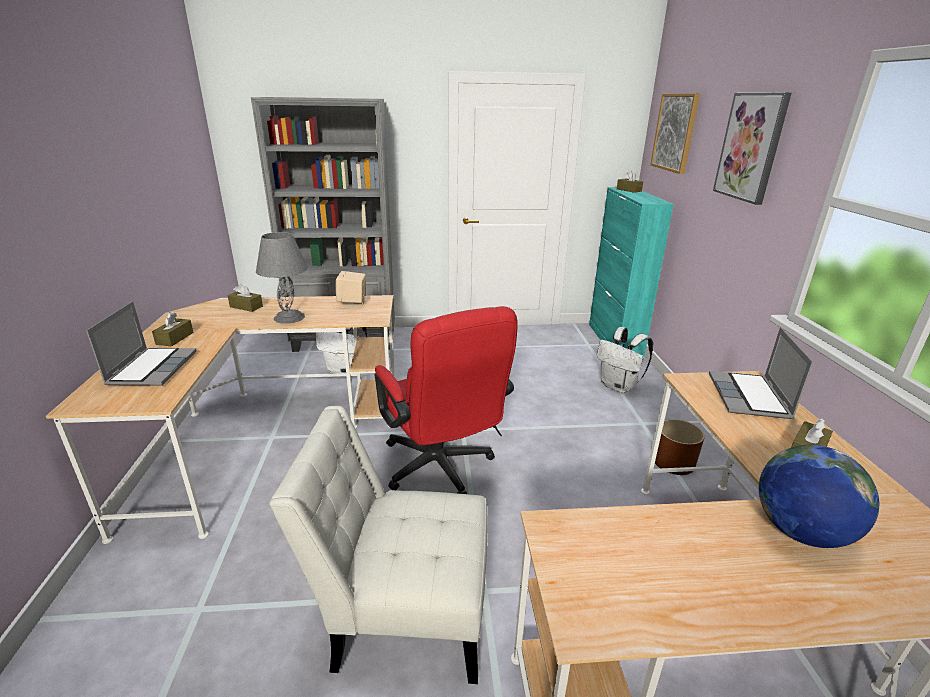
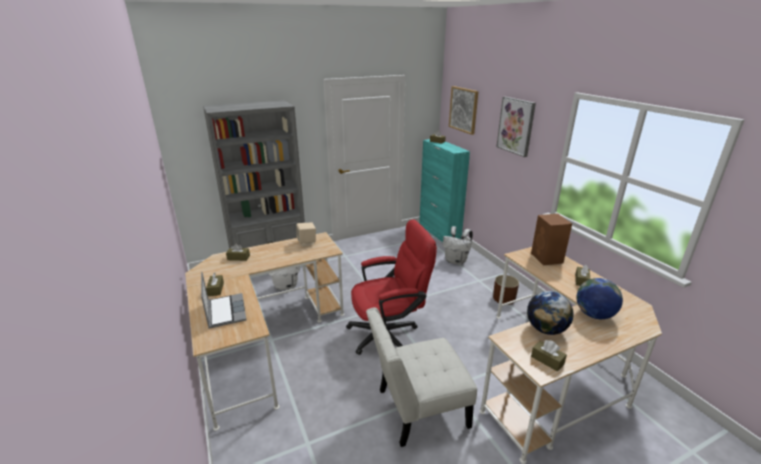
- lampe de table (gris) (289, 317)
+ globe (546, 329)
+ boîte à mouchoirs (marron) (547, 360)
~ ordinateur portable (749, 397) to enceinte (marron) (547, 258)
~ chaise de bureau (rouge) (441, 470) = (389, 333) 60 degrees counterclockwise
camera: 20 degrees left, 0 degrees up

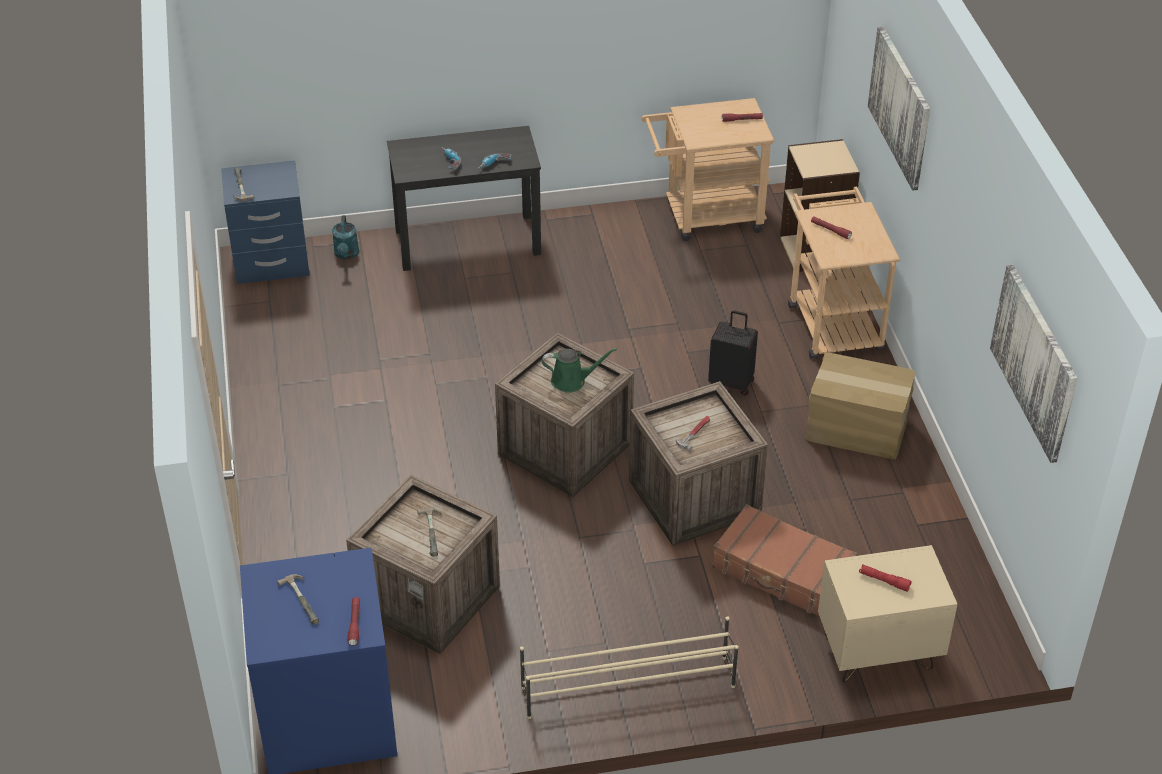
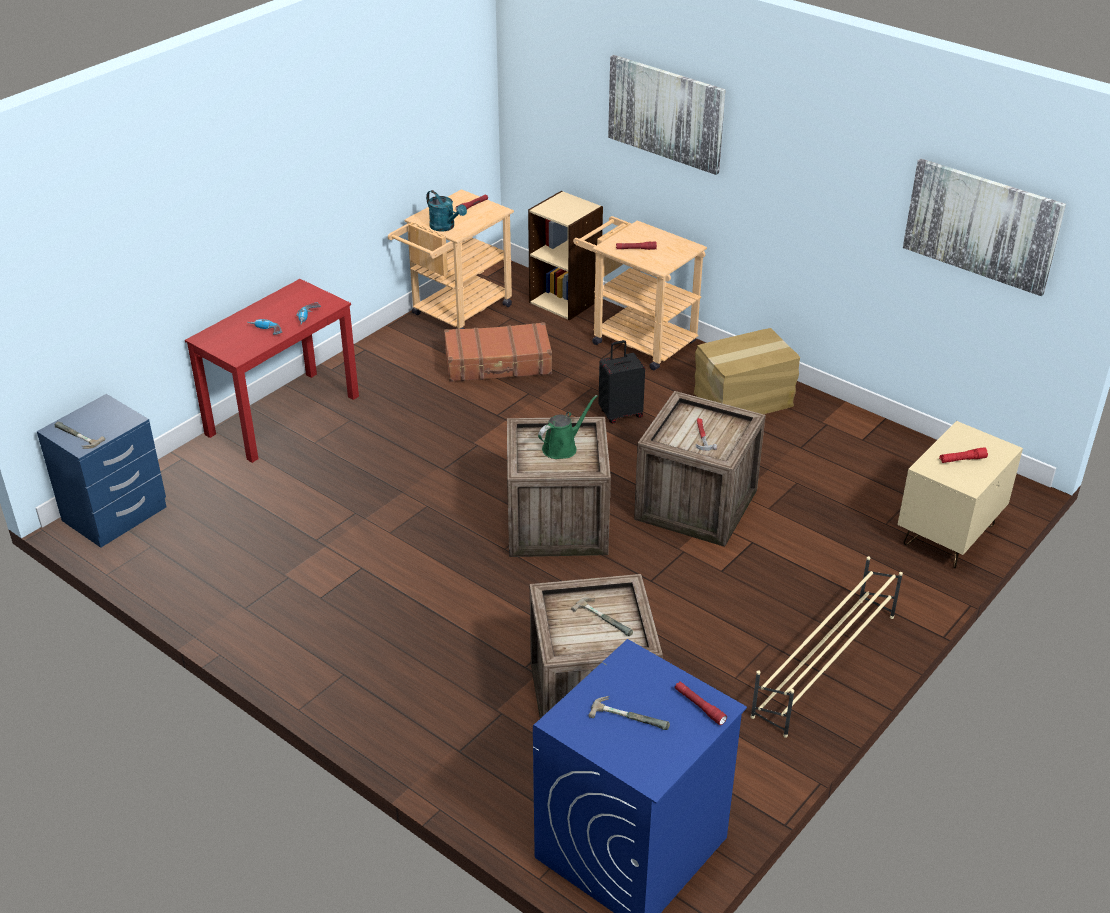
~ arrosoir (turquoise) (346, 254) to (445, 227)
~ valise (marron) (782, 572) to (498, 363)
~ bureau (noir) (468, 241) to bureau (rouge) (283, 415)
camera: 40 degrees left, 5 degrees down

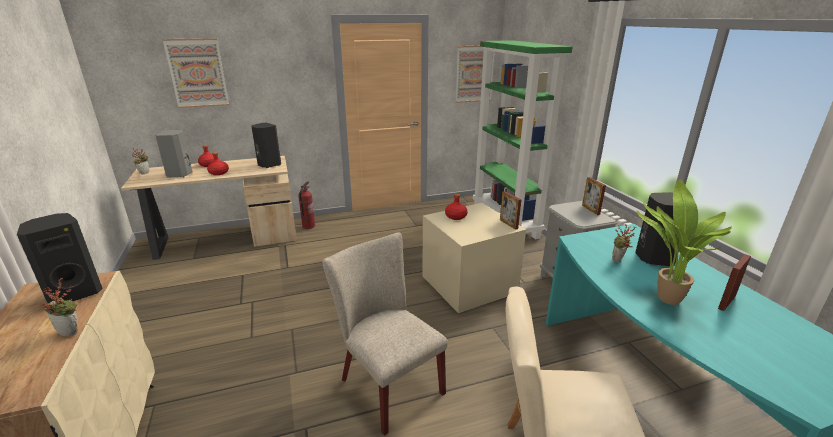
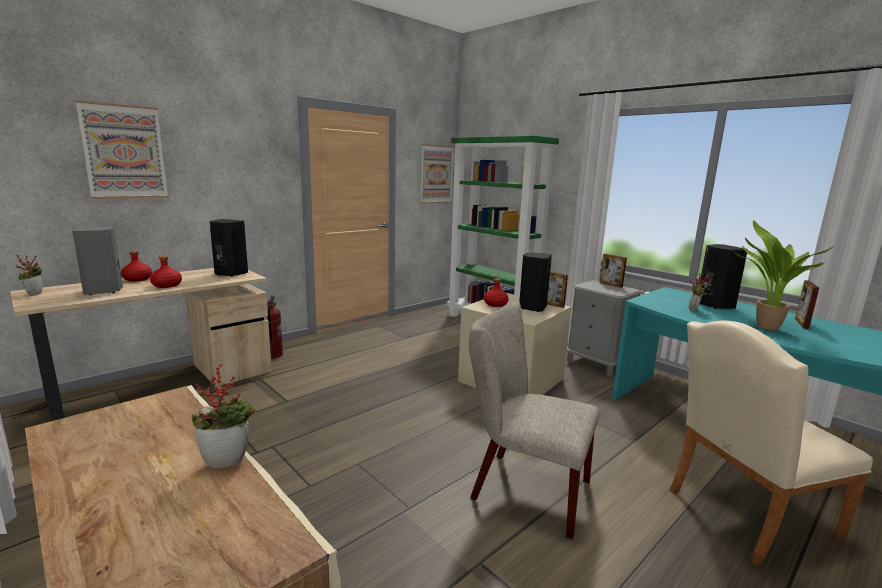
~ enceinte (noir) (75, 293) to (532, 307)
camera: 25 degrees left, 10 degrees down

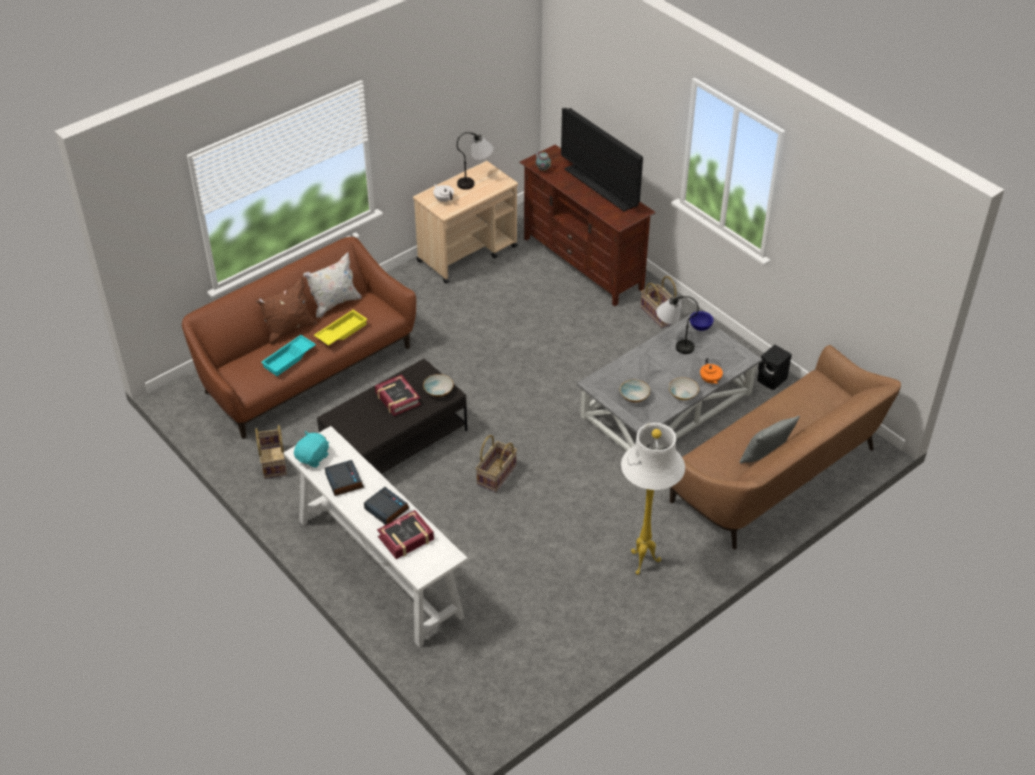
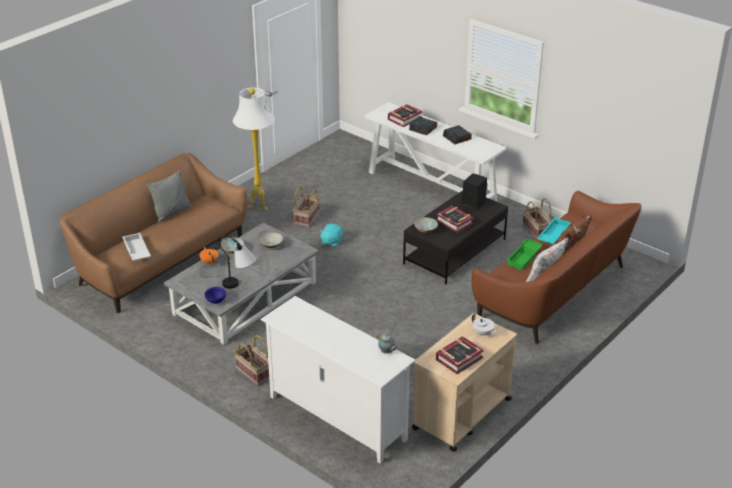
- téléviseur (600, 187)
+ plateau (blanc) (136, 251)
~ peluche (turquoise) (313, 458) to (331, 242)
~ panier (497, 475) to (306, 218)
~ enceinte (noir) (772, 380) to (473, 202)
~ lampe de table (476, 180) to livre (459, 358)
~ plateau (jaune) (341, 331) to plateau (vert) (525, 257)
~ meuble télé (marron) (583, 263) to meuble télé (blanc) (336, 418)
camera: 170 degrees right, 10 degrees down

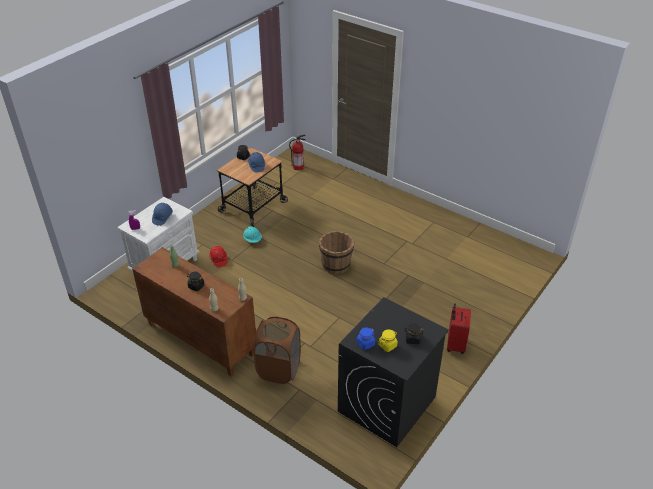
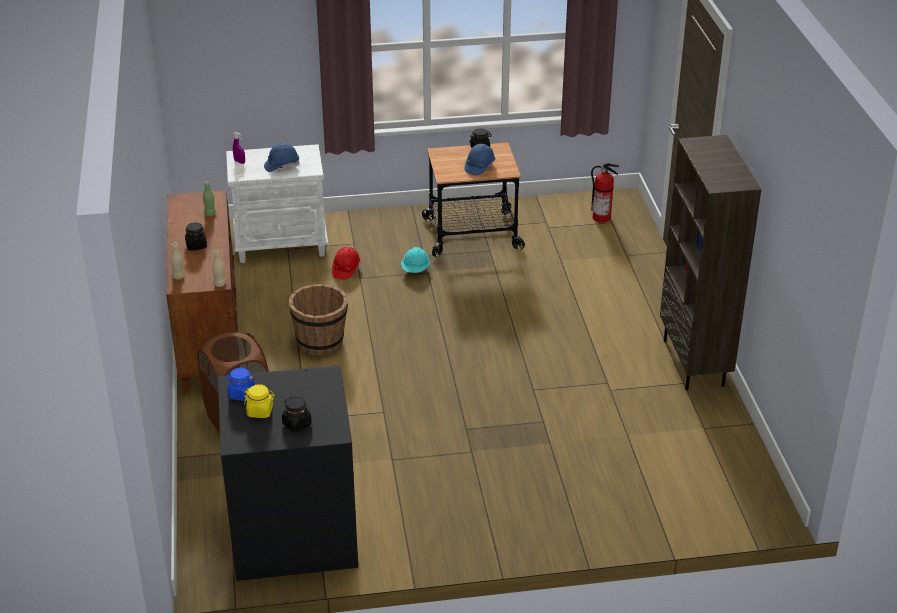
- valise (rouge) (455, 345)
+ bibliothèque (marron) (694, 363)
~ seau (marron) (336, 265) to (320, 342)
camera: 45 degrees right, 5 degrees down

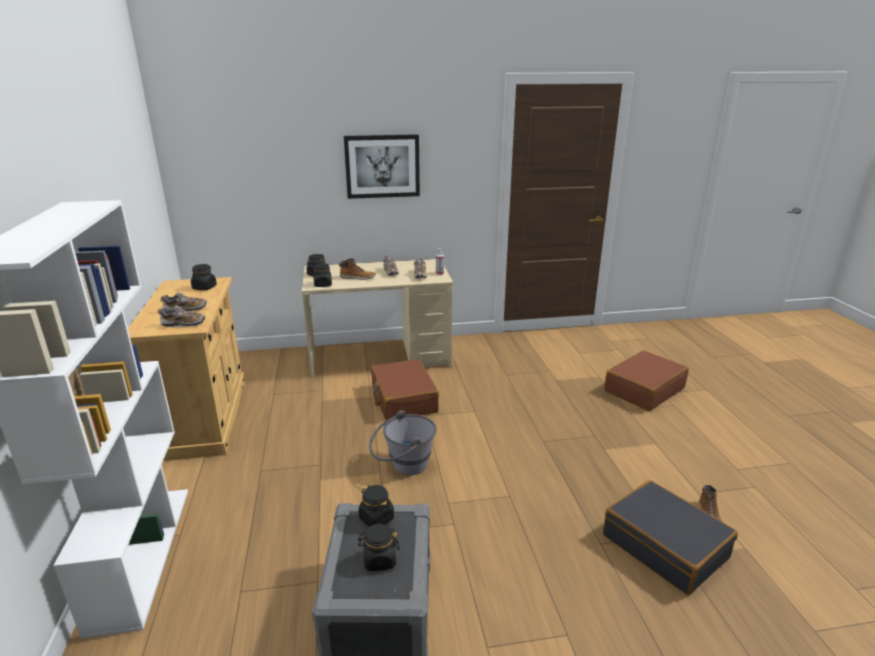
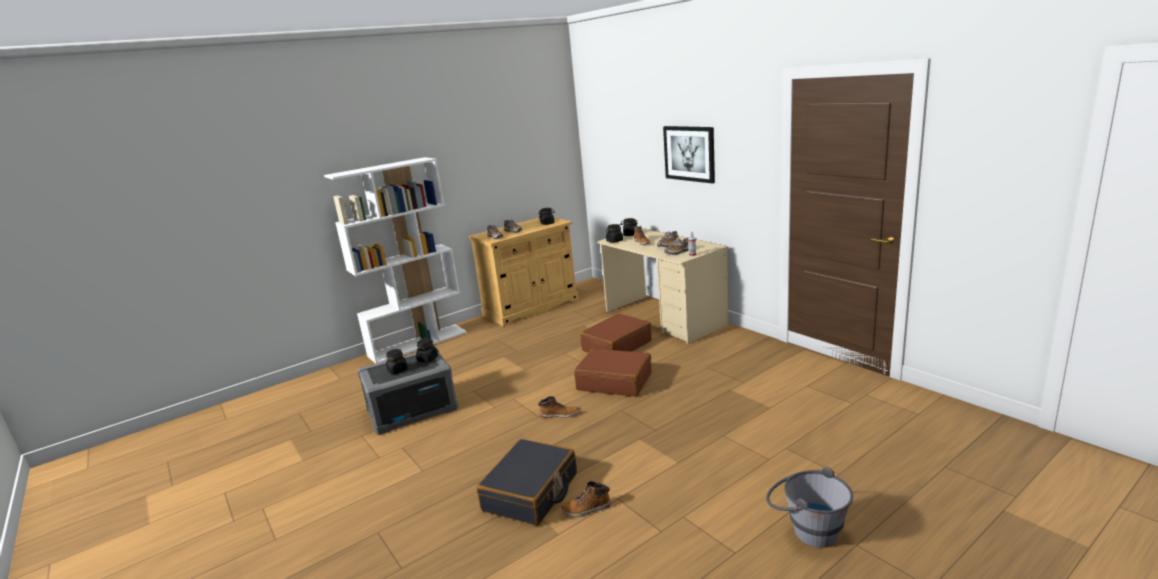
+ botte (559, 414)
~ seau (gris) (403, 466) to (806, 529)
~ valise (marron) (643, 389) to (614, 382)
camera: 65 degrees right, 5 degrees down

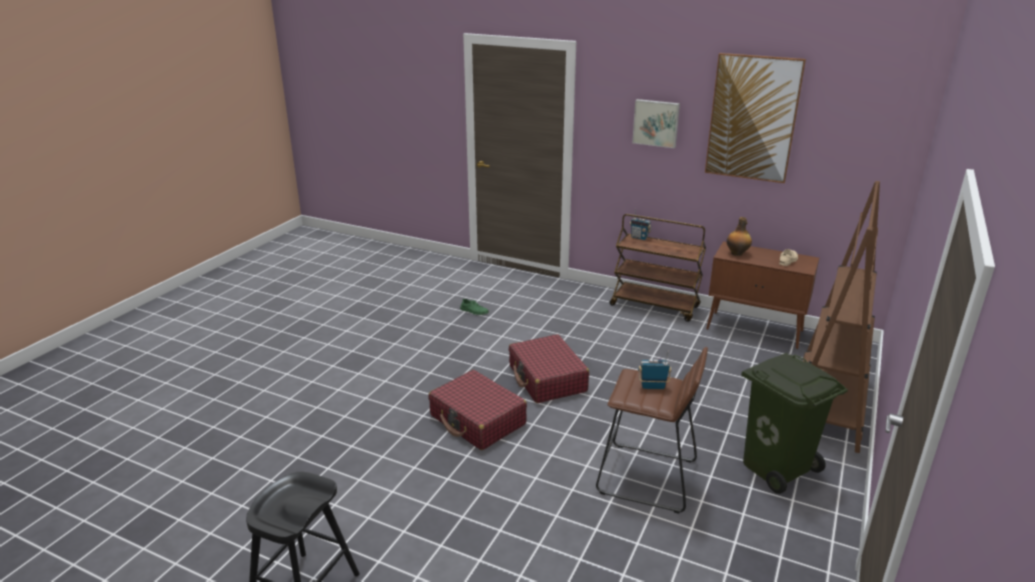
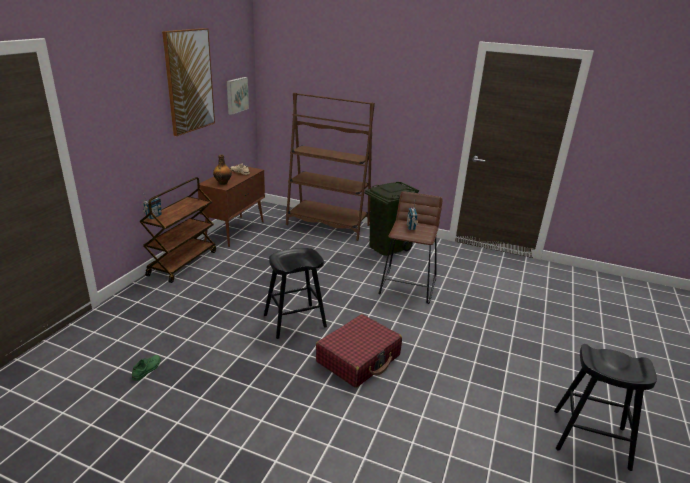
~ tableau (656, 123) to (236, 95)
~ valise (rouge) (547, 379) to tabouret (noir) (294, 321)
camera: 95 degrees left, 0 degrees up

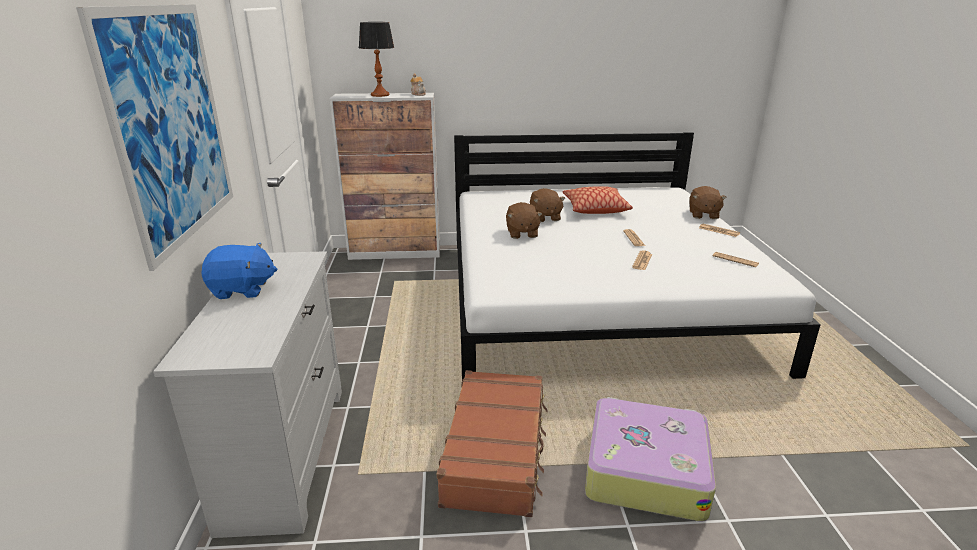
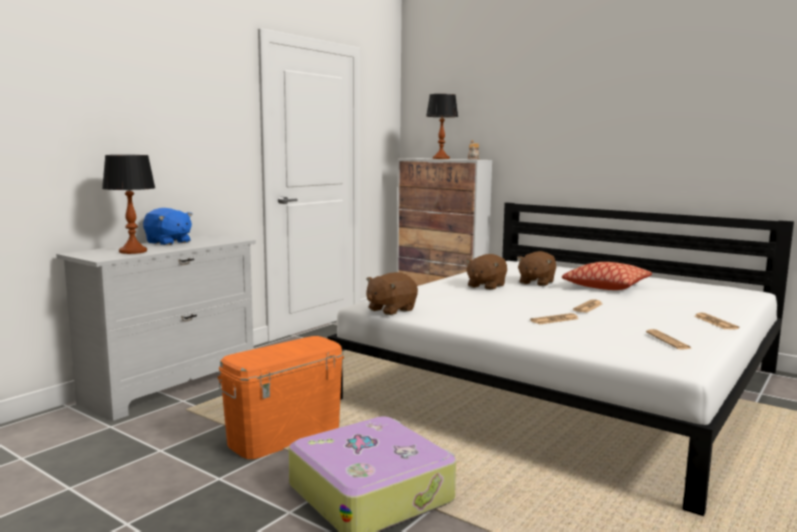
- tableau (172, 125)
+ lampe de table (133, 251)
~ peluche (marron) (703, 215) to (390, 310)
~ valise (marron) (496, 452) to boîte de rangement (orange) (285, 435)
camera: 40 degrees right, 15 degrees down

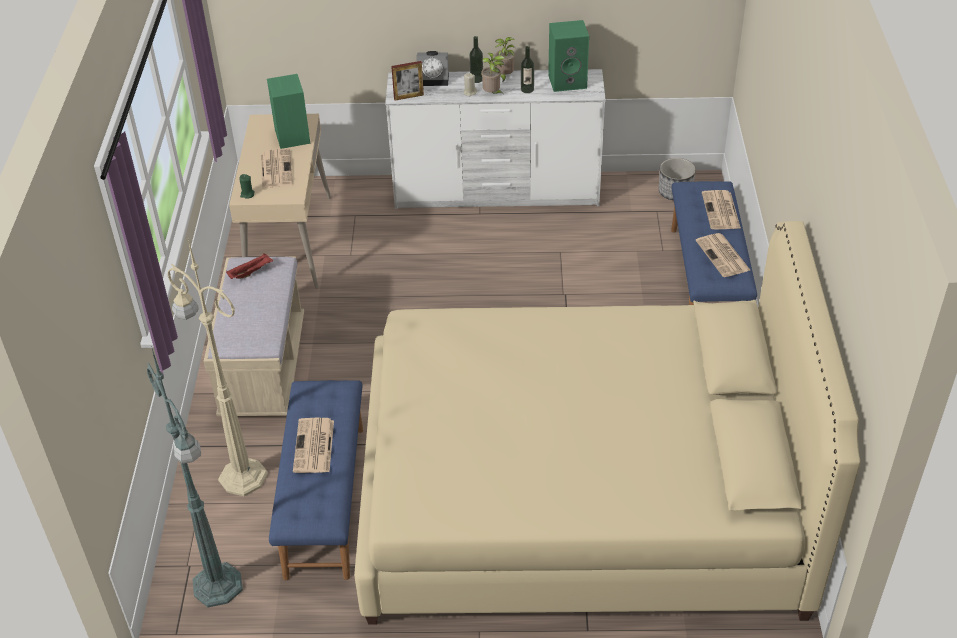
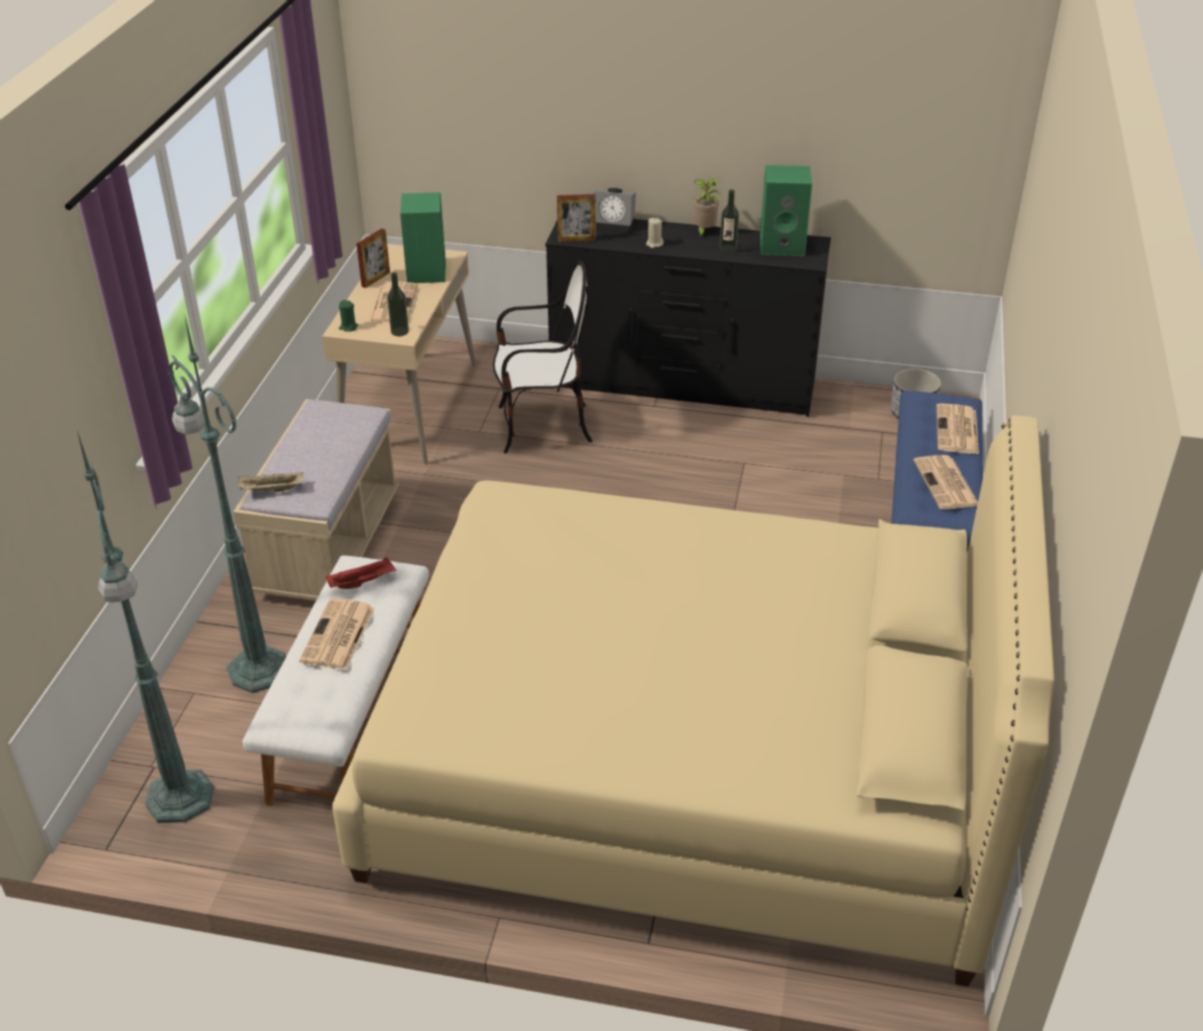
- plante en pot (492, 94)
+ plateau (beige) (271, 490)
+ cadre photo (375, 279)
+ chaise (542, 427)
~ plateau (rouge) (251, 272) to (363, 582)
~ bouteille (476, 79) to (399, 331)
~ lampadaire (beige) (241, 475) to lampadaire (vert) (257, 667)
~ banc (bleu) (326, 500) to banc (blanc) (353, 715)
~ commode (blanc) (497, 193) to commode (noir) (683, 385)
camera: 10 degrees right, 5 degrees down

